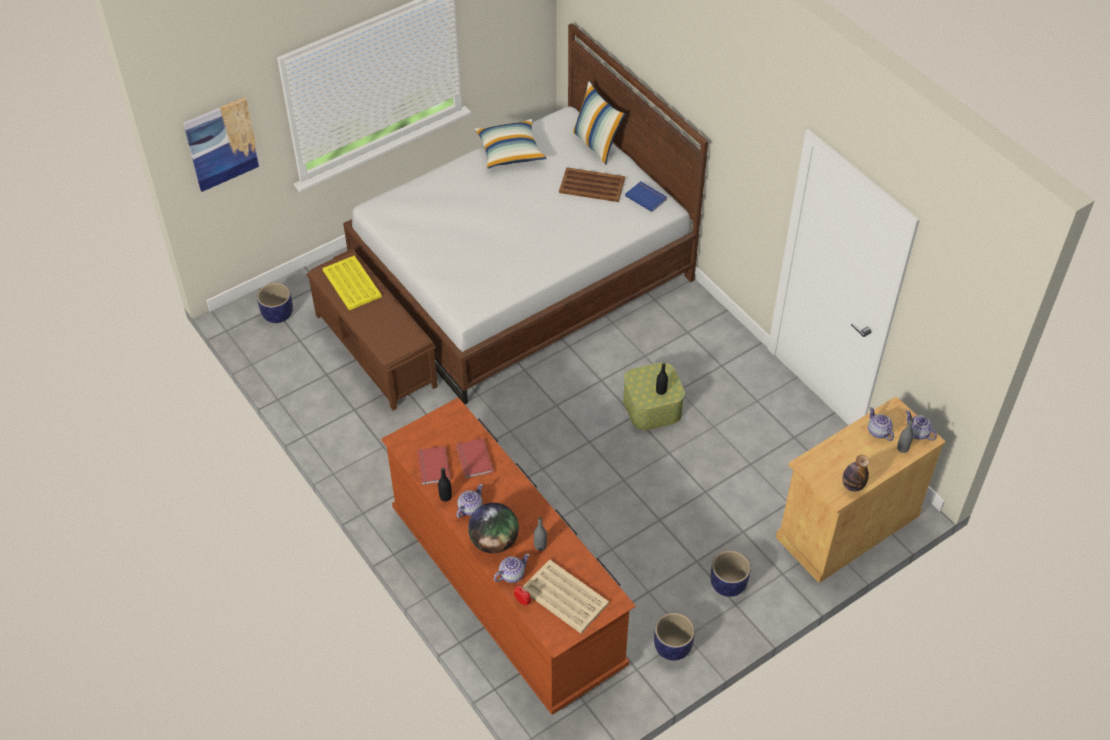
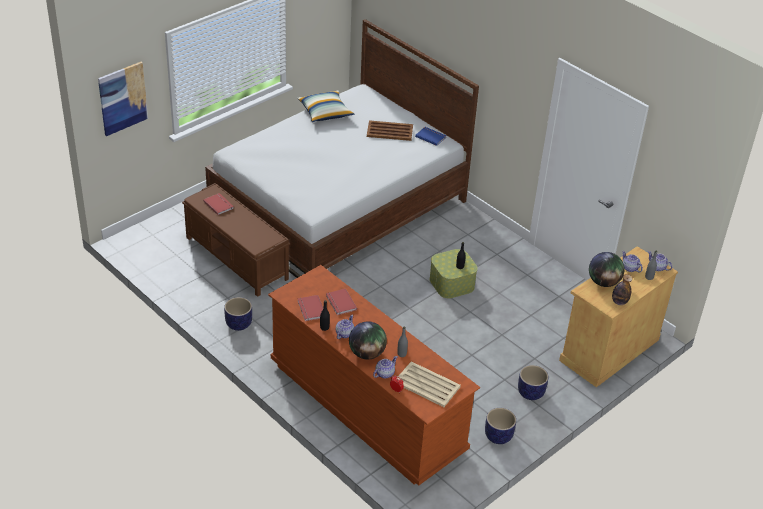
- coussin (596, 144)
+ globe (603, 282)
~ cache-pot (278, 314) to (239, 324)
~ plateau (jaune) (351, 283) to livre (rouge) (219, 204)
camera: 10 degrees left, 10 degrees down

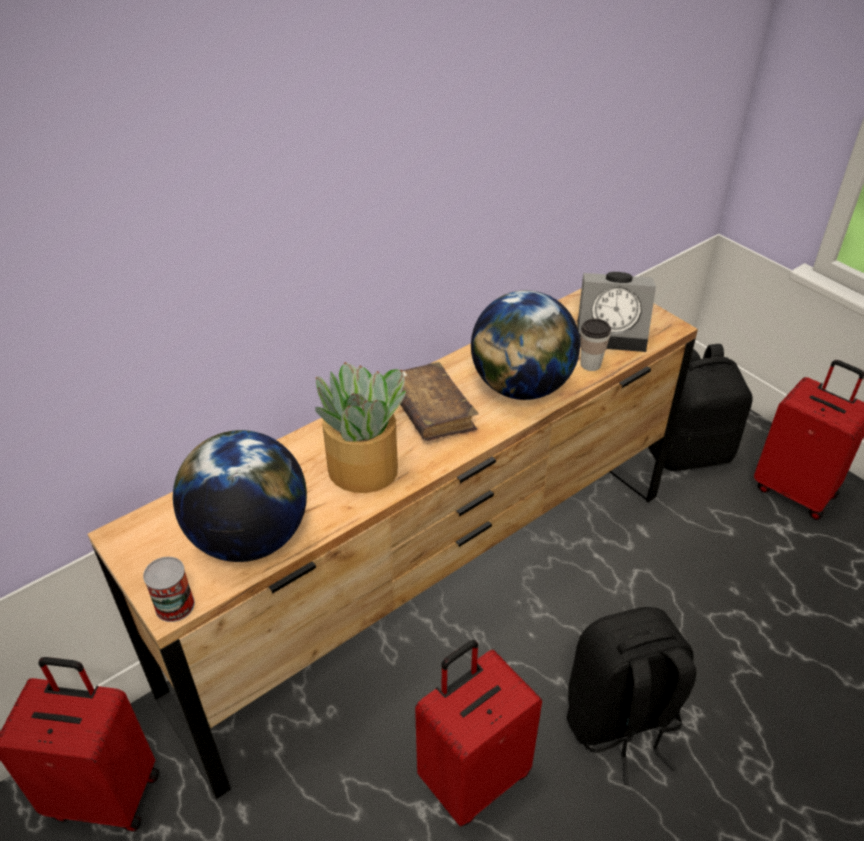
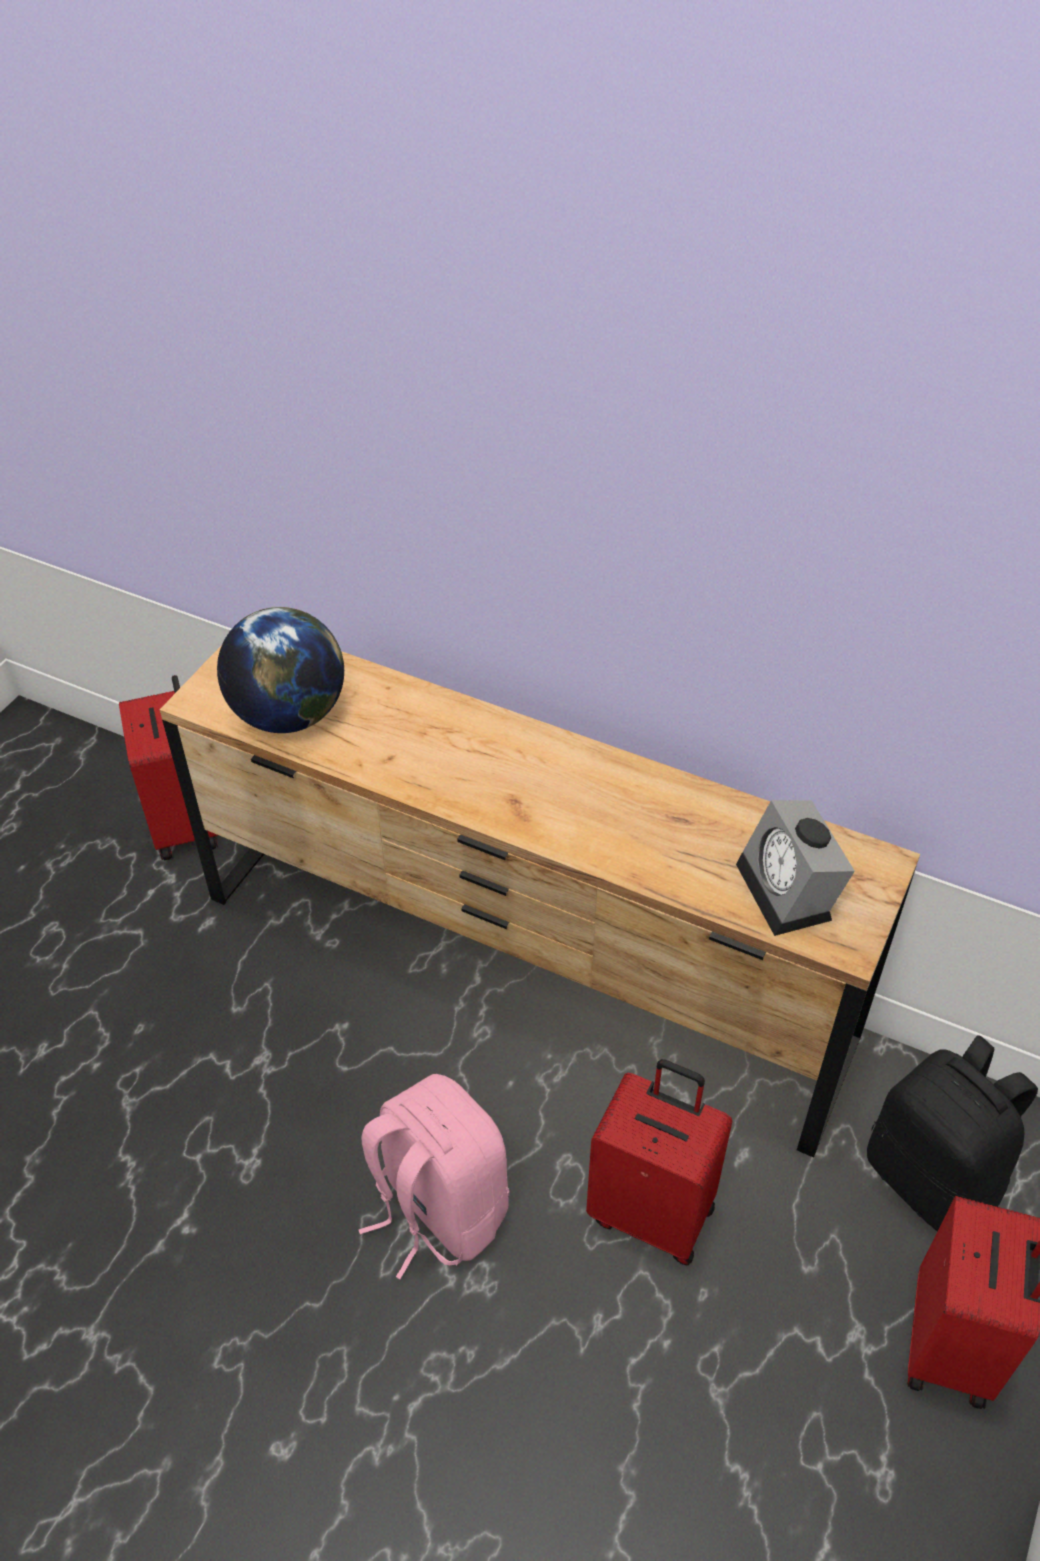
- boîte métallique (175, 605)
- plante en pot (364, 470)
- livre (marron) (431, 411)
- globe (521, 387)
- tasse (590, 364)
~ valise (rouge) (473, 777) to (653, 1211)
~ sac à dos (noir) (621, 723) to sac à dos (rose) (437, 1209)
camera: 65 degrees right, 5 degrees up

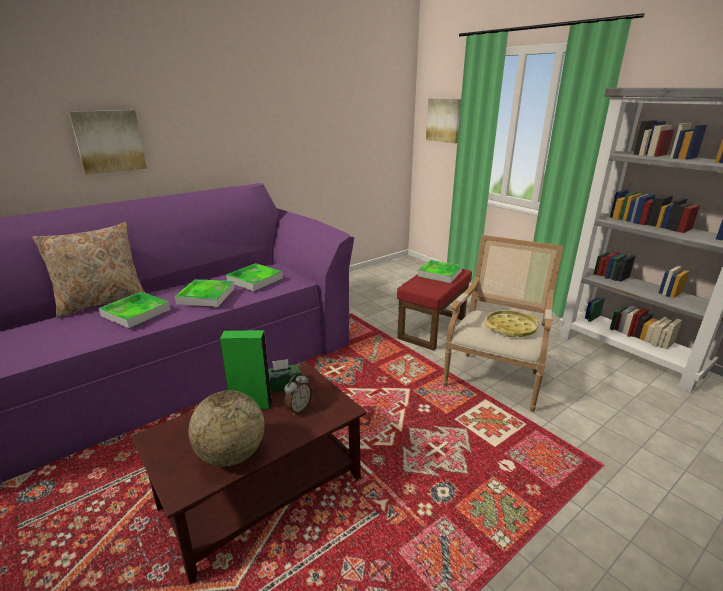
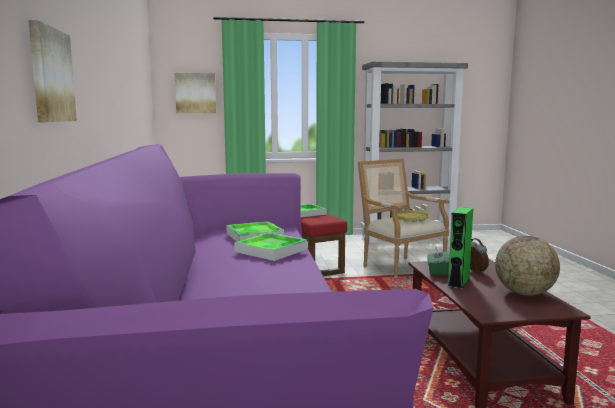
- coussin (beige) (102, 301)
- plateau (136, 312)
camera: 60 degrees left, 15 degrees down

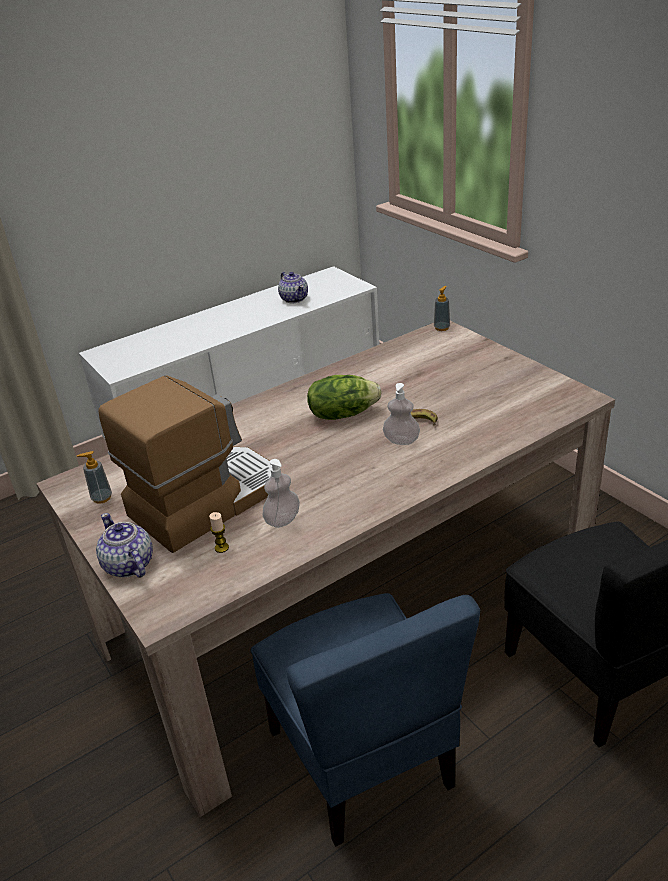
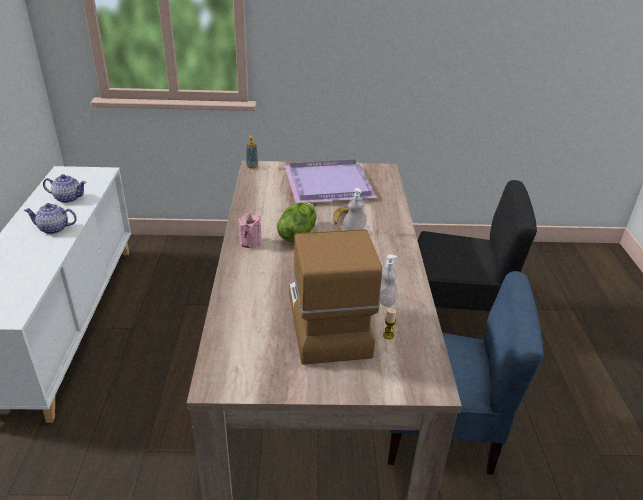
- distributeur de savon (102, 498)
+ bougie (rose) (250, 242)
+ plateau (violet) (329, 184)
~ théière (128, 565) to (54, 229)
camera: 60 degrees left, 0 degrees up

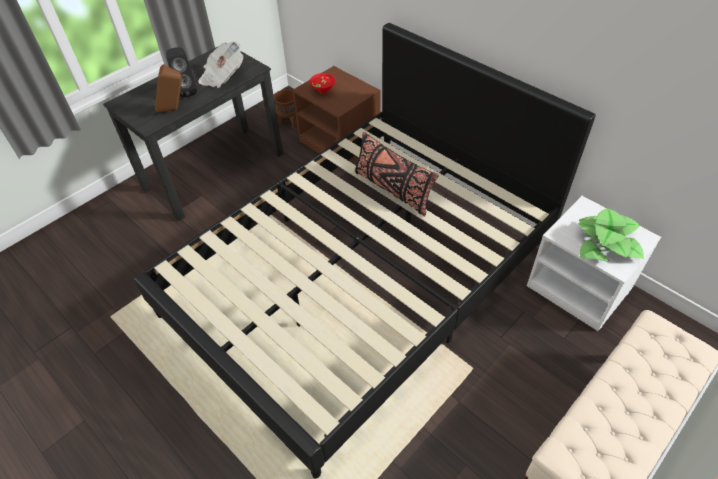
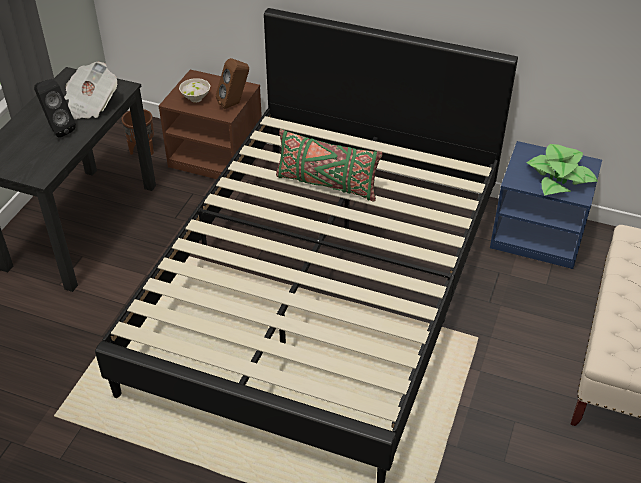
~ enceinte (marron) (174, 109) to (235, 104)
~ bol (rouge) (324, 90) to bol (blanc) (196, 98)
~ coussin (noir) (392, 189) to coussin (vert) (326, 184)
~ table de chevet (blanc) (580, 287) to table de chevet (bleu) (538, 235)
camera: 25 degrees left, 5 degrees down

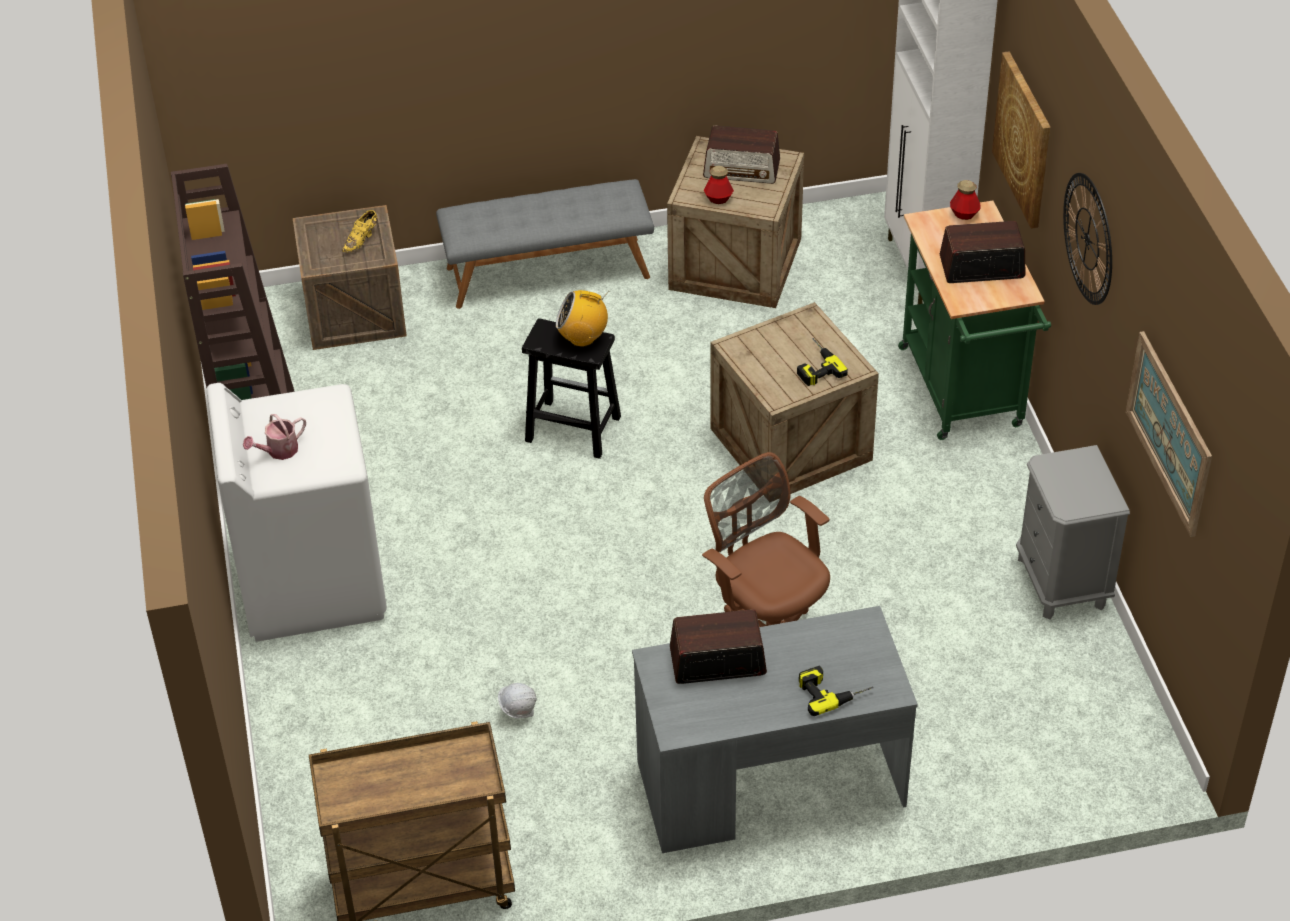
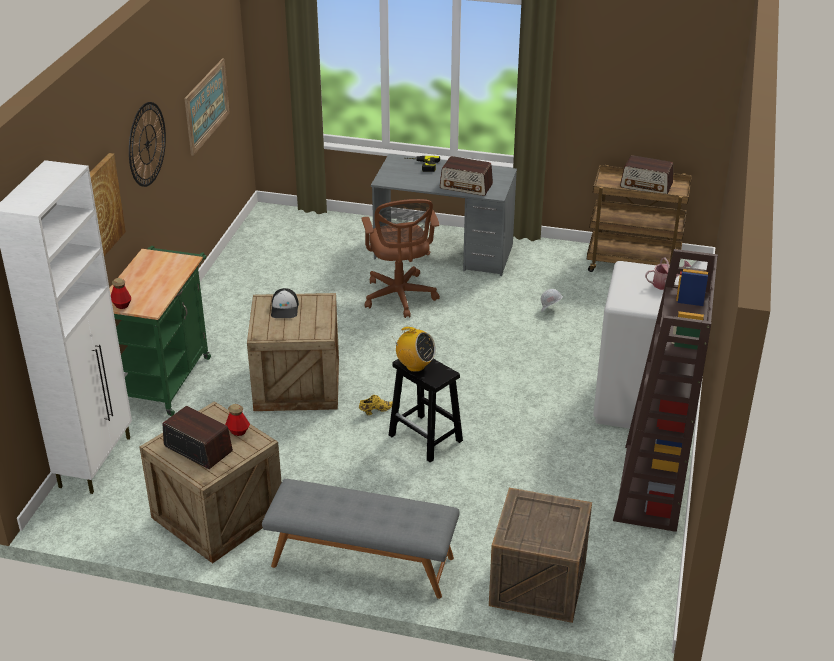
- table de chevet (gris) (1062, 583)
~ chaussure (jaune) (361, 240) to (375, 411)
~ radio (981, 267) to (646, 186)
~ perceuse (814, 365) to casquette (285, 309)
camera: 155 degrees left, 10 degrees down

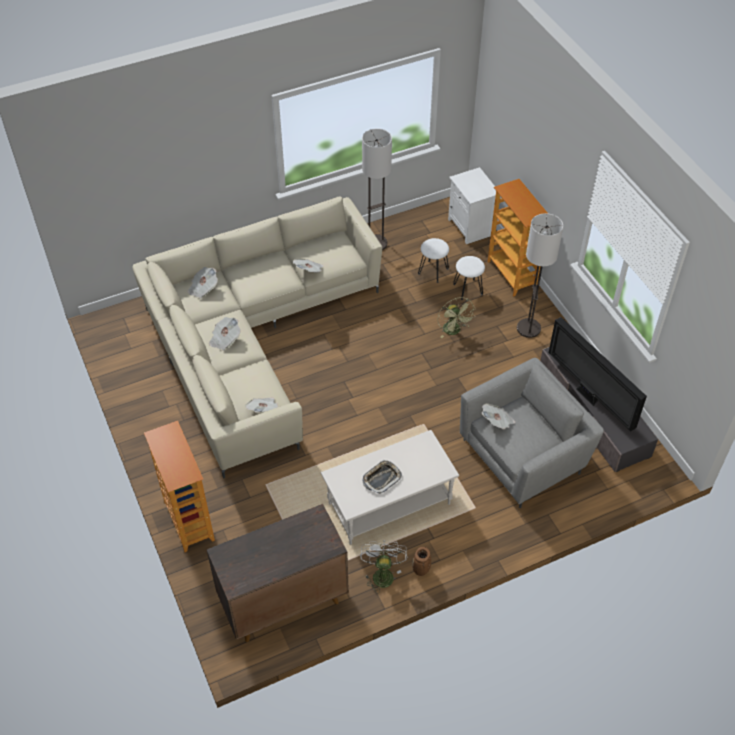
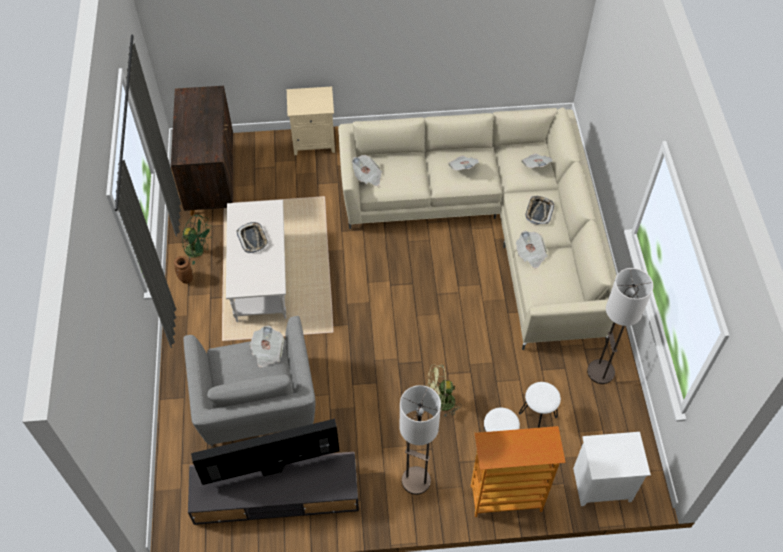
+ plateau (539, 212)
~ bibliothèque (188, 521) to table de chevet (beige) (314, 141)
~ ventilateur (blanc) (382, 573) to ventilateur (vert) (198, 251)
camera: 110 degrees right, 5 degrees up

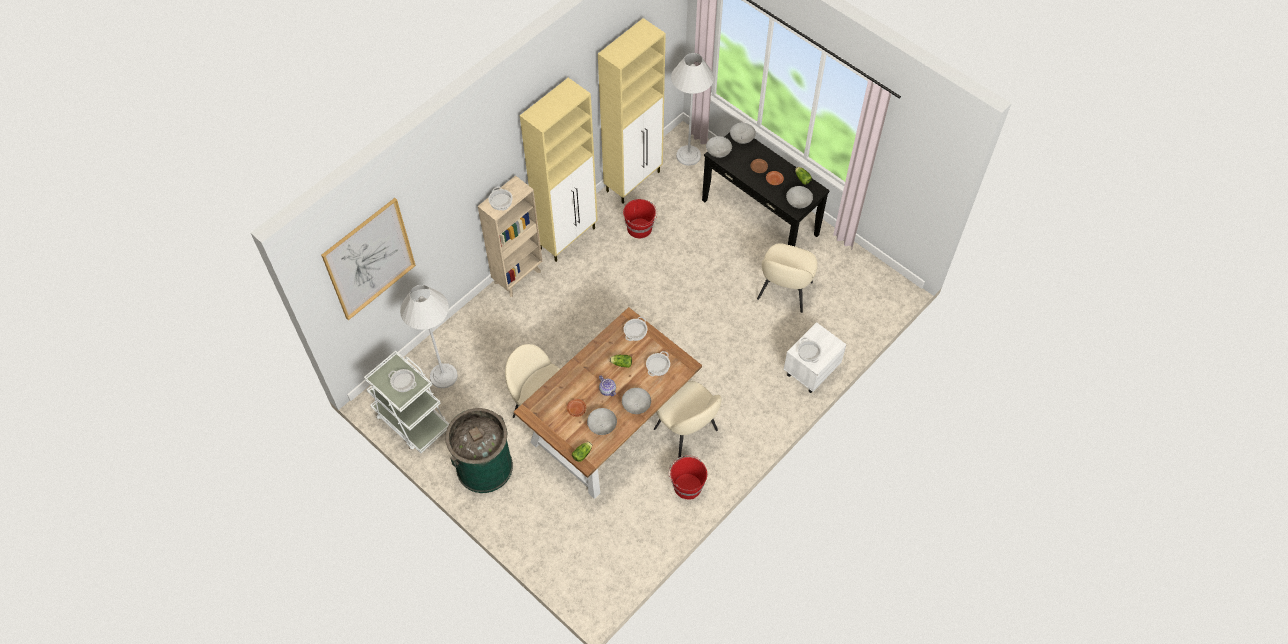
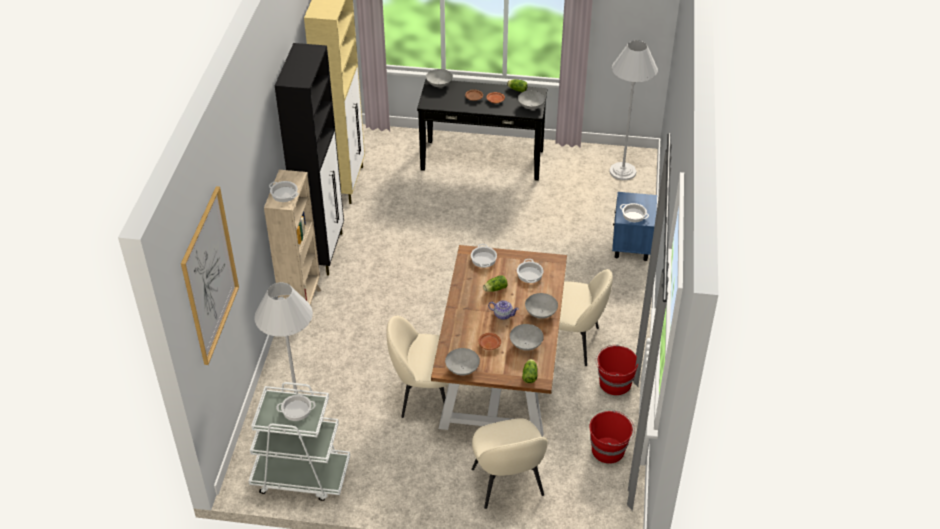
- poubelle (vert) (484, 467)
~ seau (rouge) (640, 228) to (608, 450)
~ lampadaire (blanc) (688, 155) to (623, 171)
~ bol (gris) (718, 152) to (462, 369)
~ chaise (beige) (784, 292) to (508, 484)
~ meuble de rangement (beige) (568, 238) to meuble de rangement (noir) (323, 252)
~ table de chevet (blanc) (810, 371) to table de chevet (bleu) (631, 246)
camera: 35 degrees left, 15 degrees down

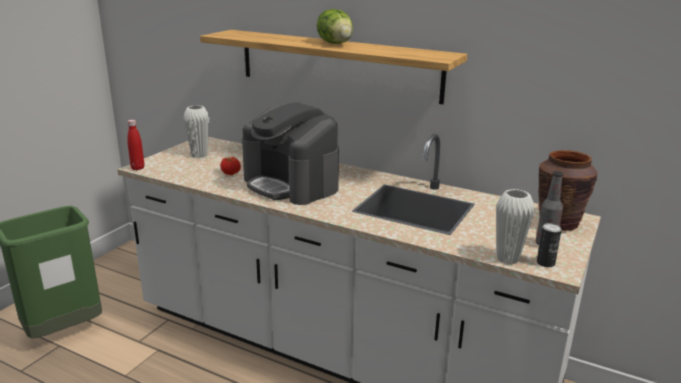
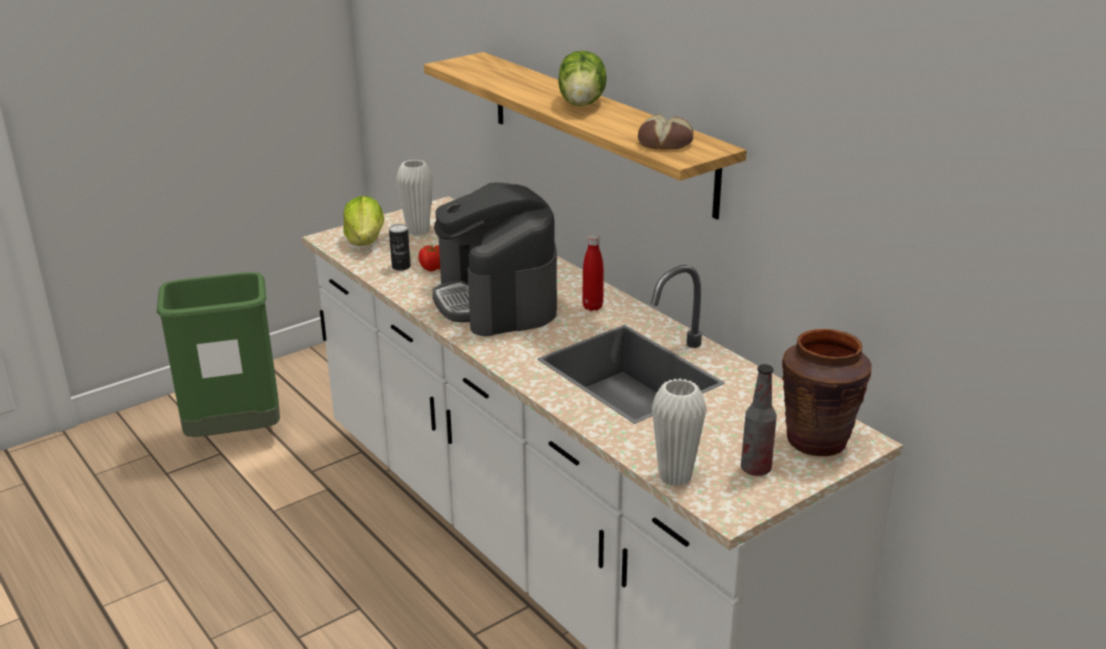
+ laitue (365, 241)
+ pain (666, 142)
~ bouteille (rouge) (137, 168) to (592, 307)
~ boîte métallique (545, 263) to (401, 267)
camera: 25 degrees right, 5 degrees up

